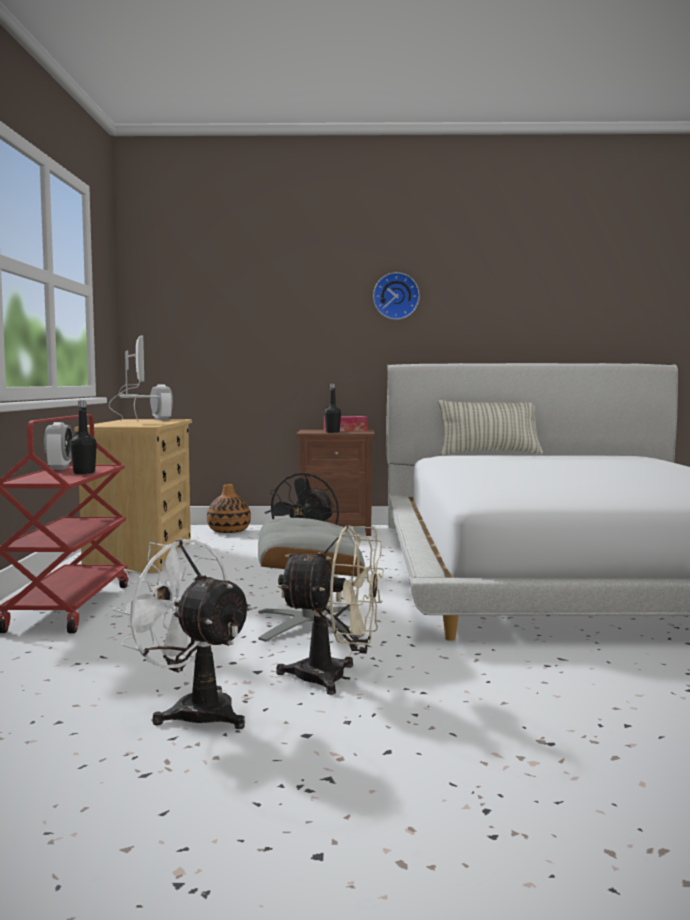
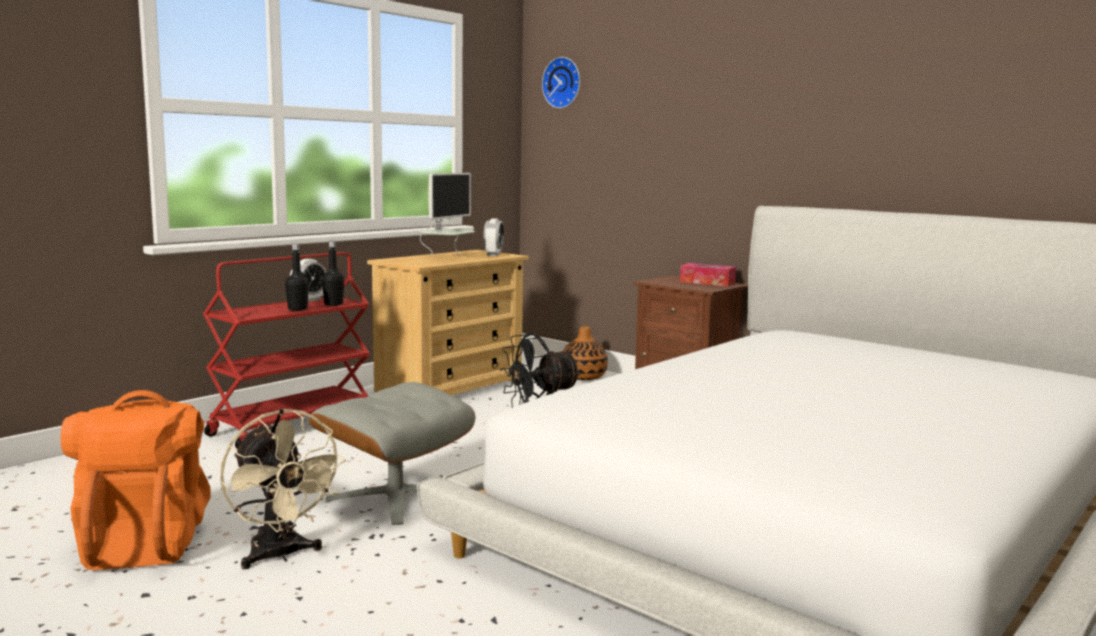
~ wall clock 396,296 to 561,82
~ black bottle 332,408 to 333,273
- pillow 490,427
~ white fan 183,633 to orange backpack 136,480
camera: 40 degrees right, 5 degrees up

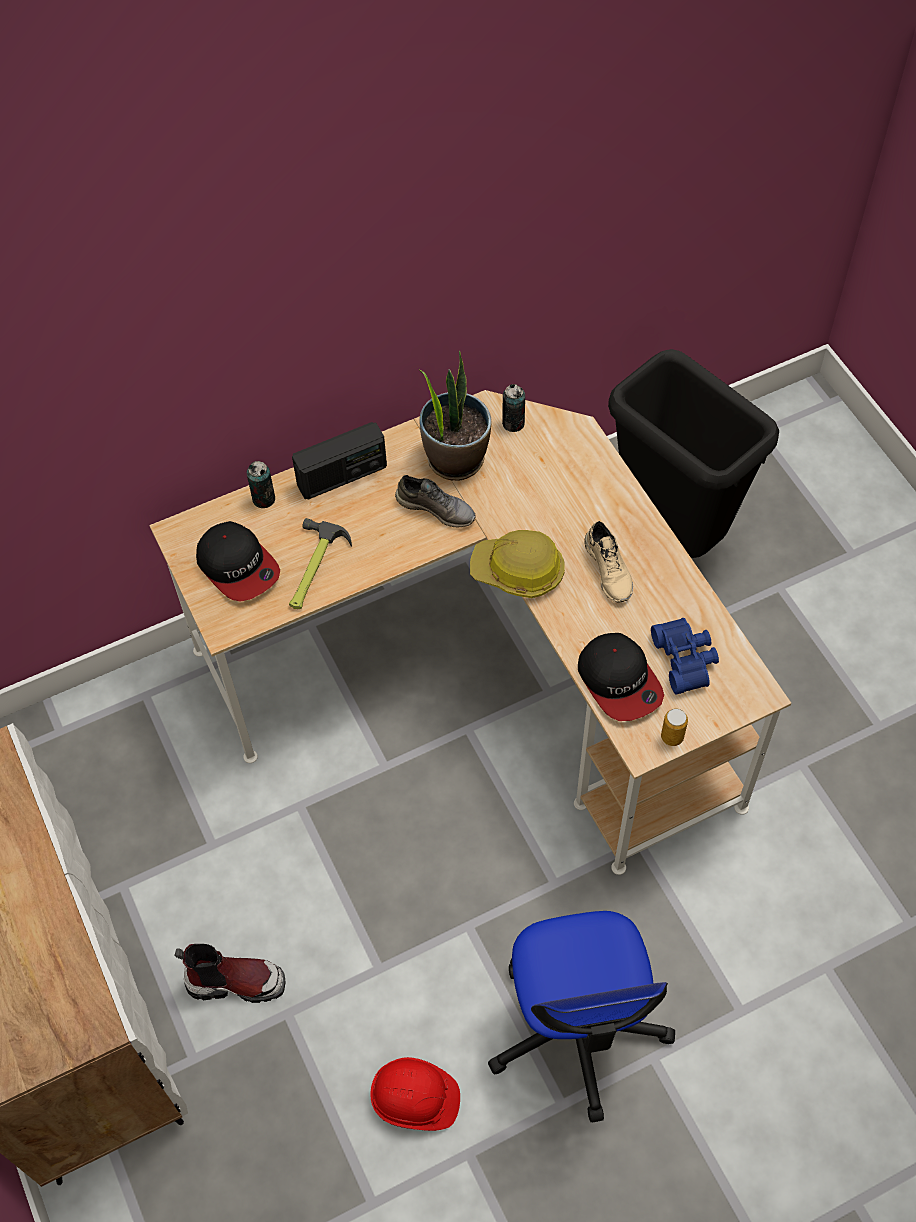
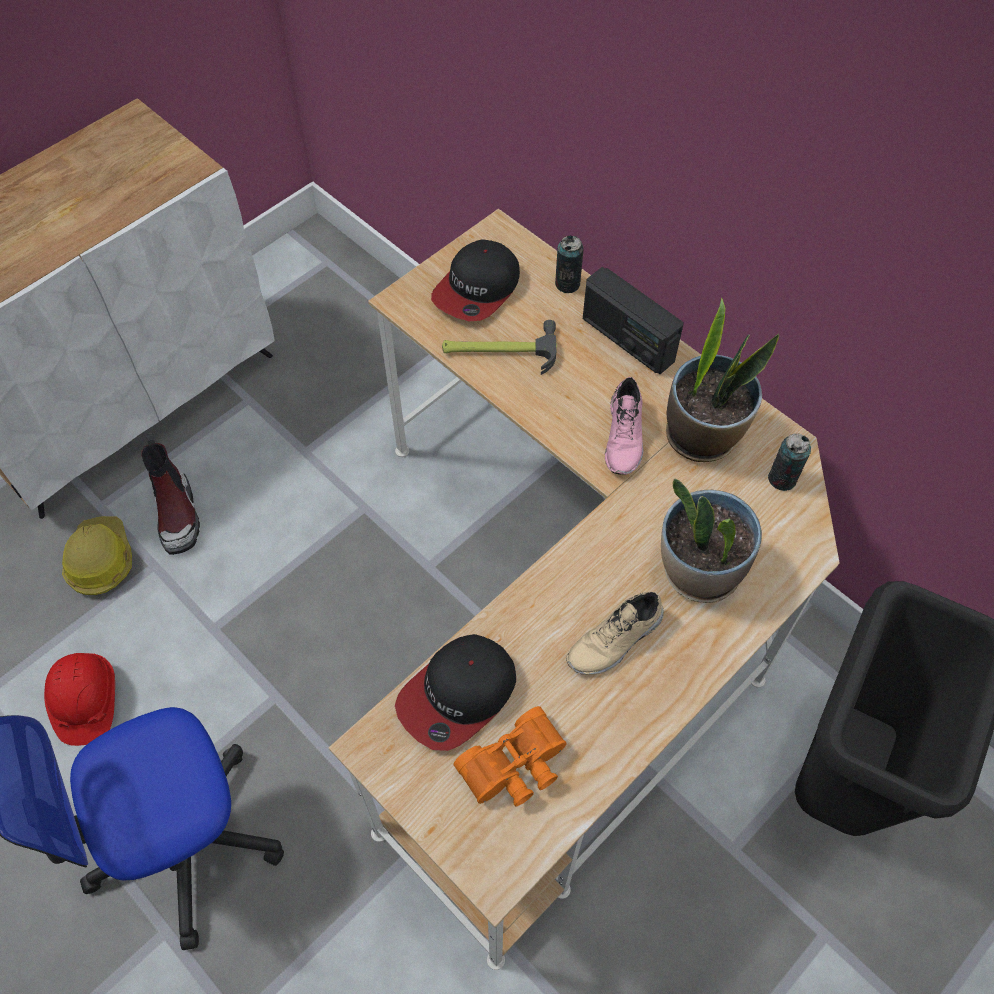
~ grey shoe 435,501 to pink shoe 624,426
~ hard hat 517,564 to 97,555
~ blue binoculars 685,656 to orange binoculars 510,756
- can 674,727
+ potted plant 711,541
camera: 70 degrees right, 0 degrees up

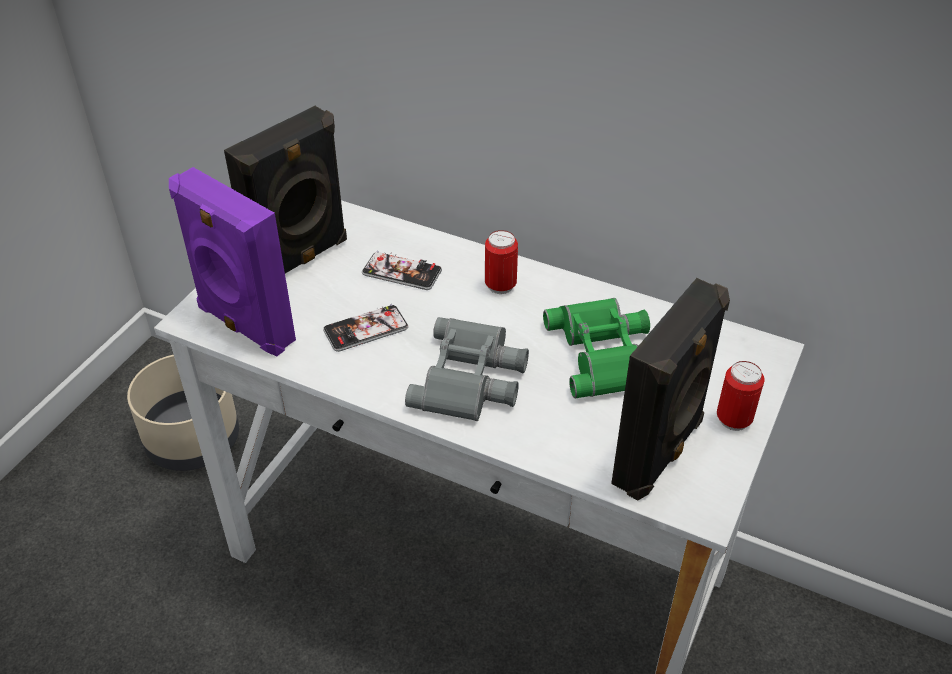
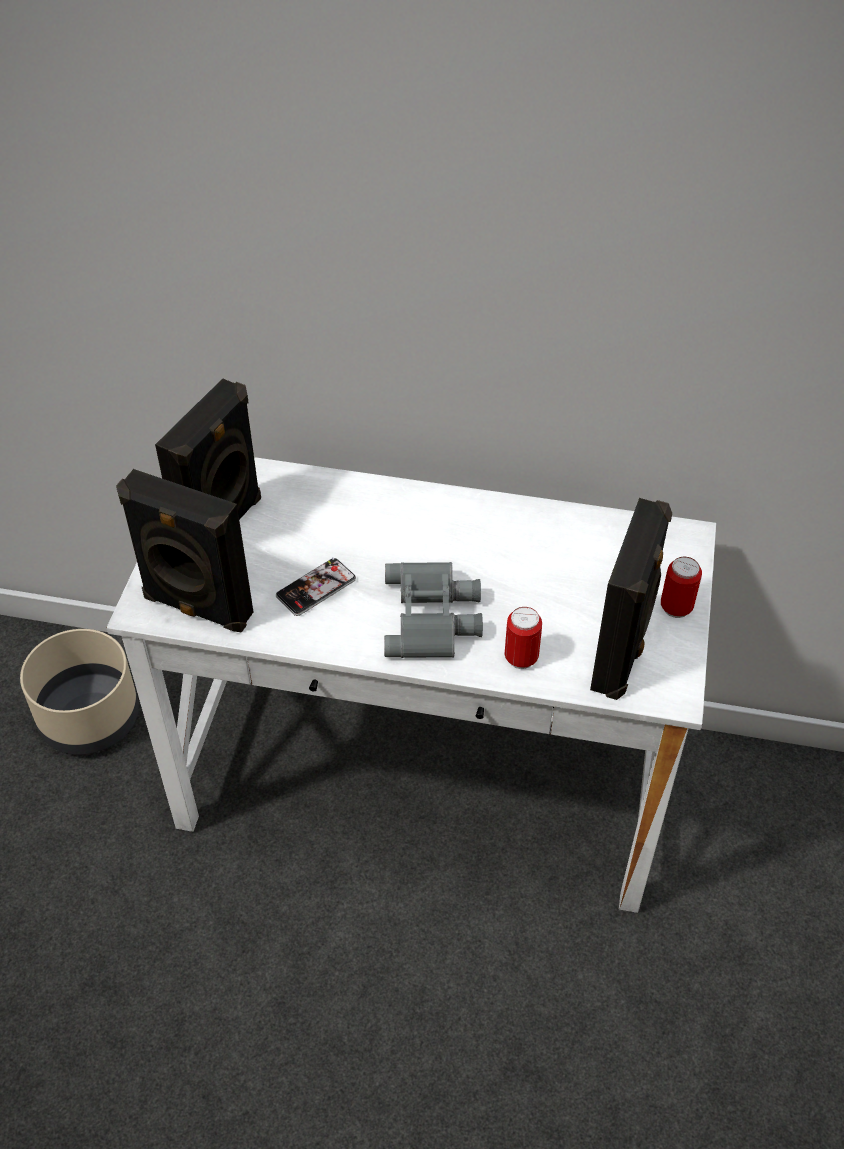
~ purple speaker 232,261 to black speaker 184,551
~ can 501,262 to 523,638
- phone 402,270
- green binoculars 596,348
camera: 15 degrees left, 5 degrees up

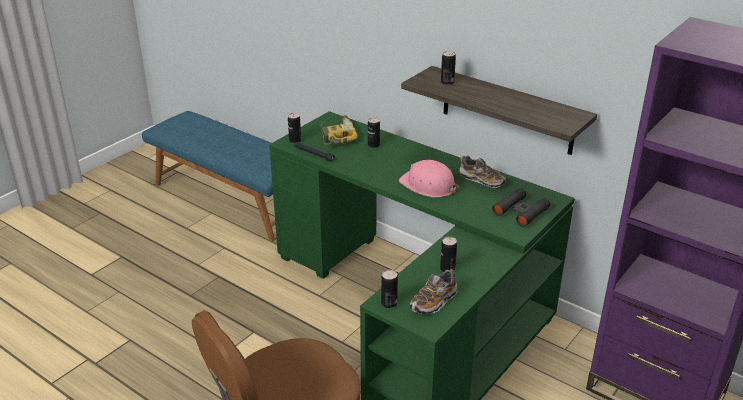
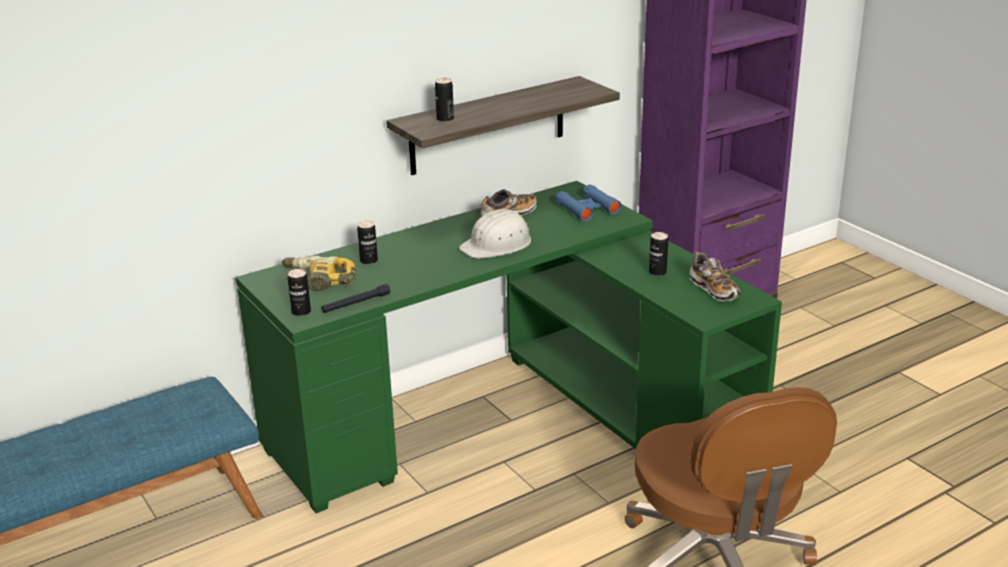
~ pink hard hat 429,179 to white hard hat 495,233
~ black binoculars 521,207 to blue binoculars 588,203
- can 389,289
camera: 70 degrees left, 5 degrees down

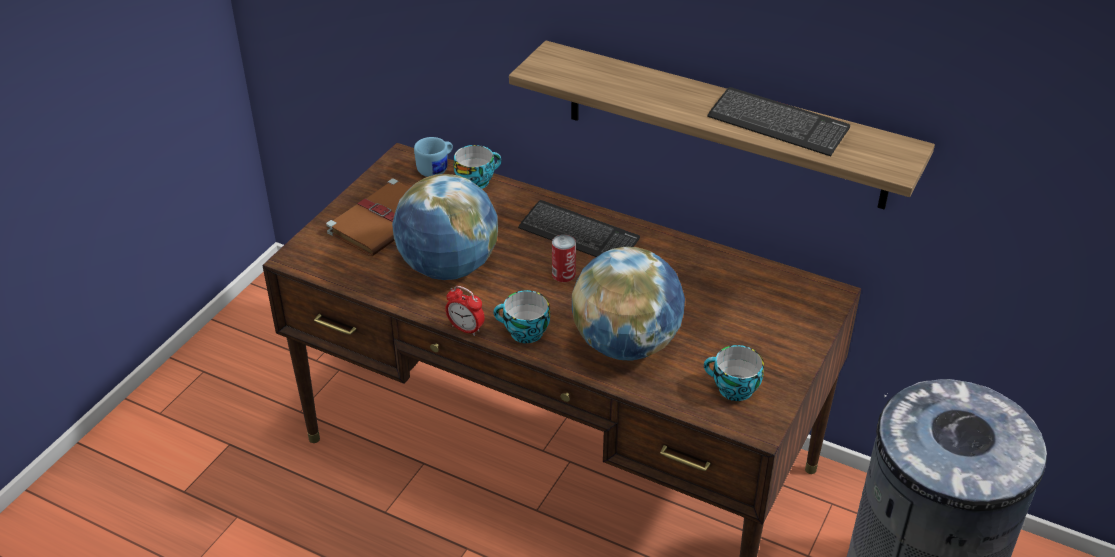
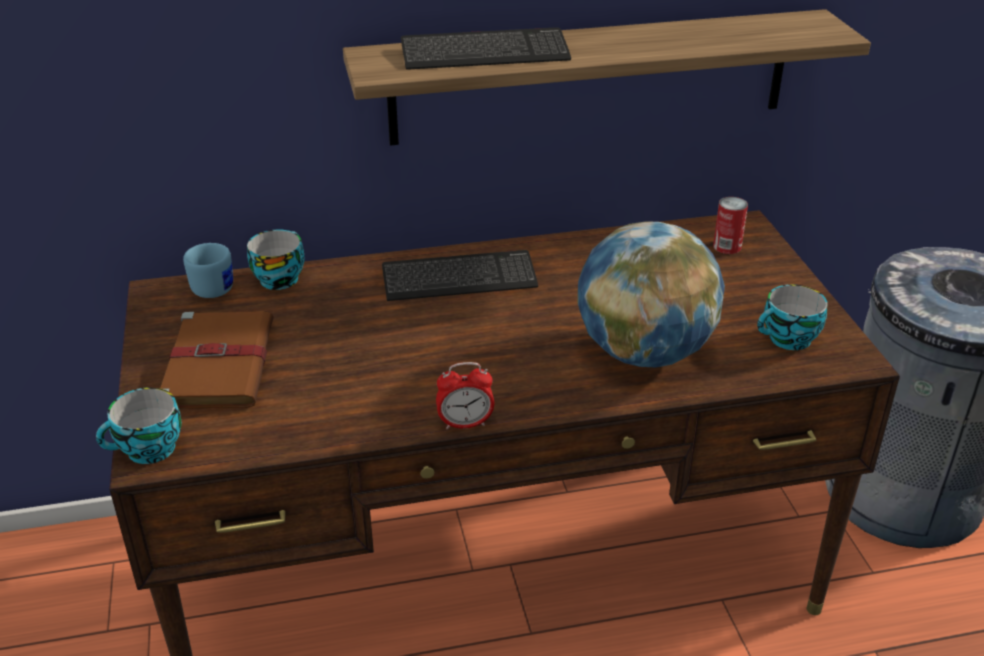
~ keyboard 778,121 to 486,48
- globe 445,227
~ can 564,258 to 730,225
~ cup 521,316 to 139,425
camera: 40 degrees left, 5 degrees down

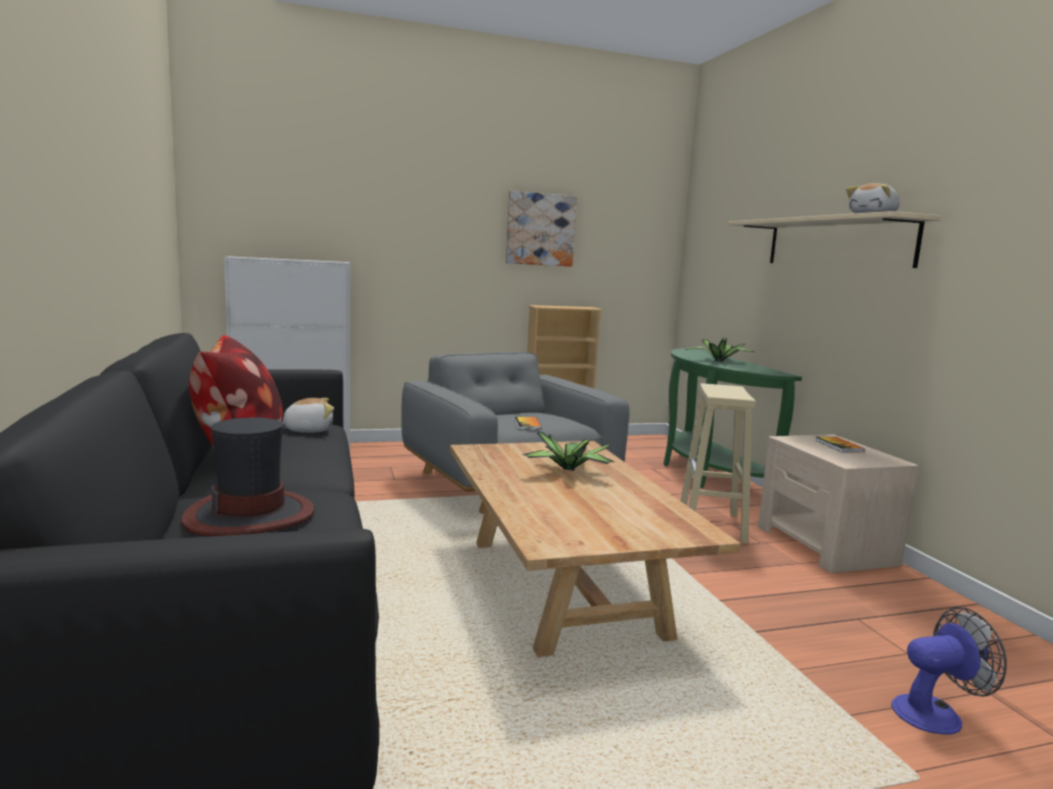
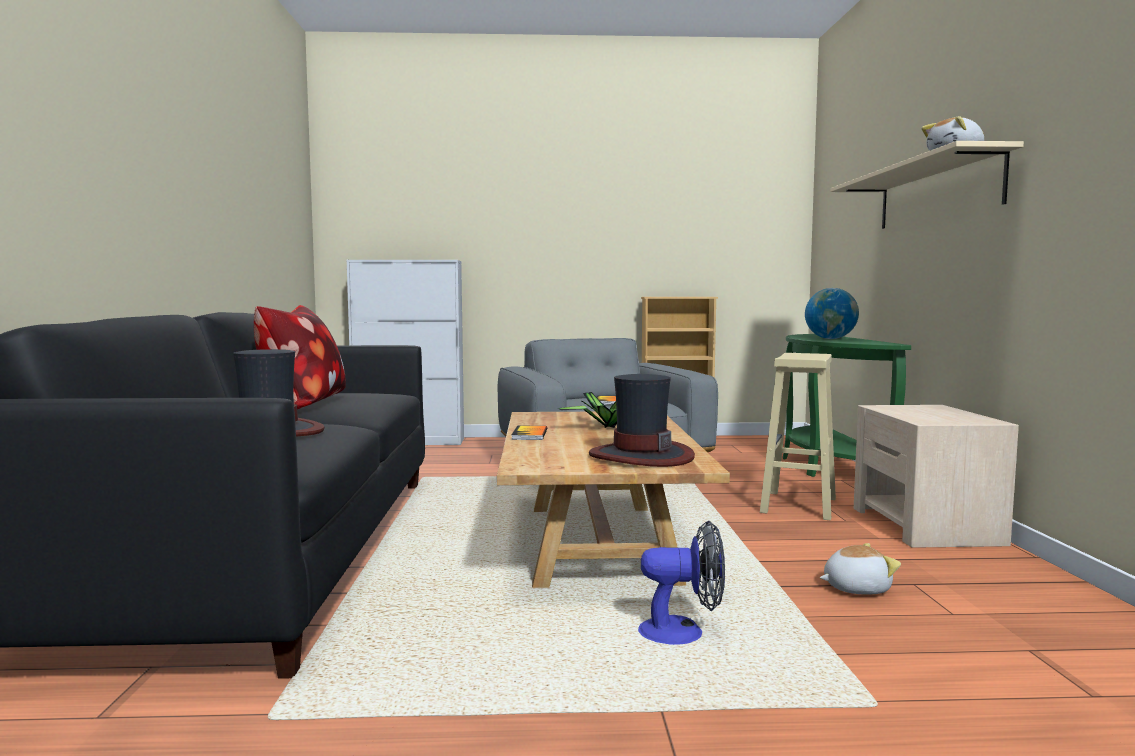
- picture 541,229
~ potted plant 721,350 to globe 832,313
~ plush toy 308,415 to 860,569
~ book 840,444 to 529,433
~ fan 949,670 to 681,583
+ hat 642,420
camera: 15 degrees right, 5 degrees down

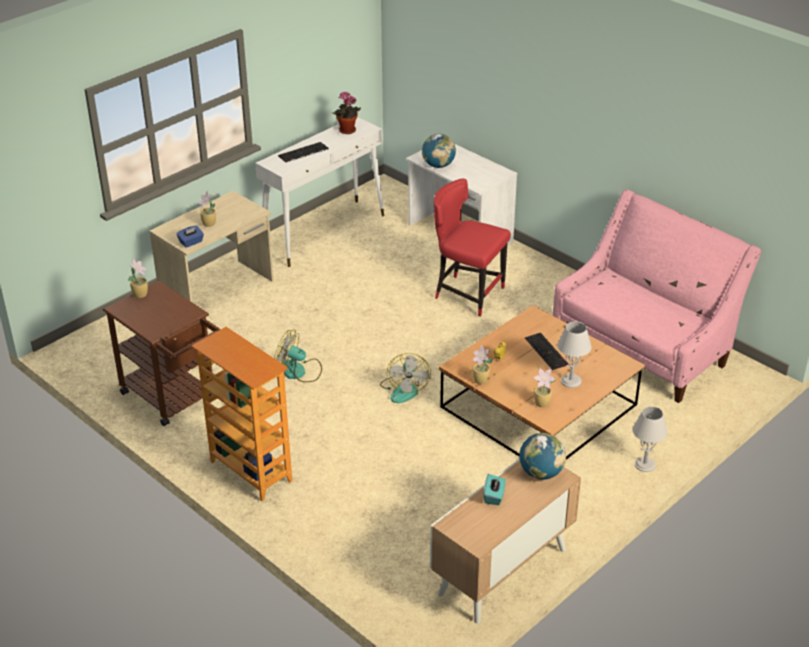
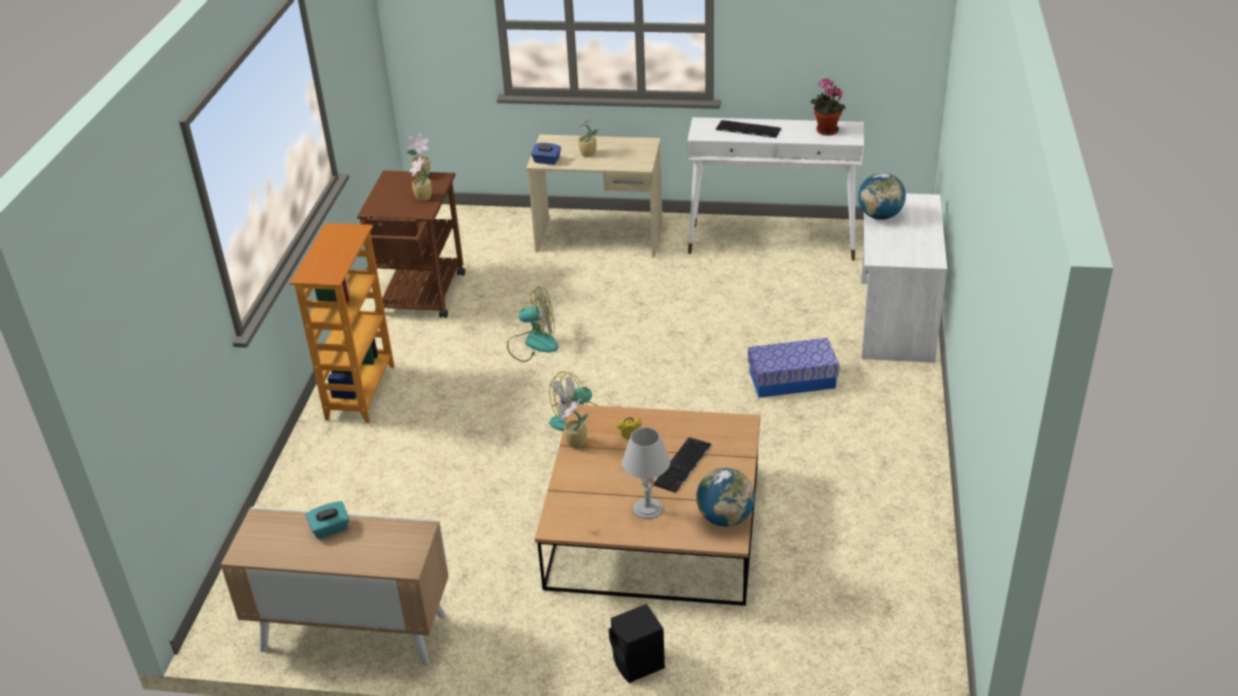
~ red chair 472,247 to storage box 794,368
- pink sofa 657,296
~ fan 298,356 = 533,324 105 degrees clockwise
~ potted plant 544,387 to 420,178
~ grey table lamp 650,439 to black speaker 637,643
~ globe 542,456 to 725,497
camera: 55 degrees right, 0 degrees up

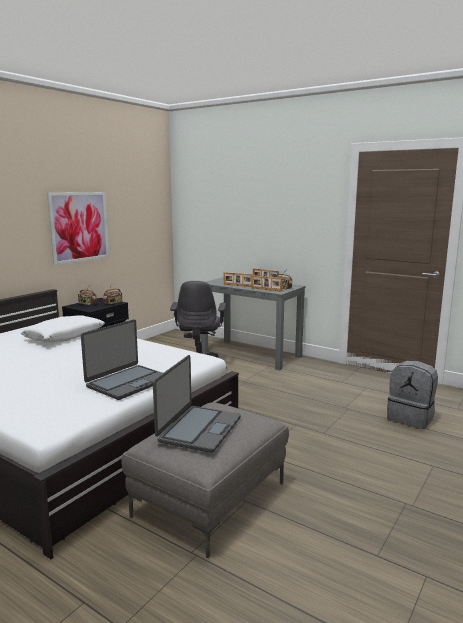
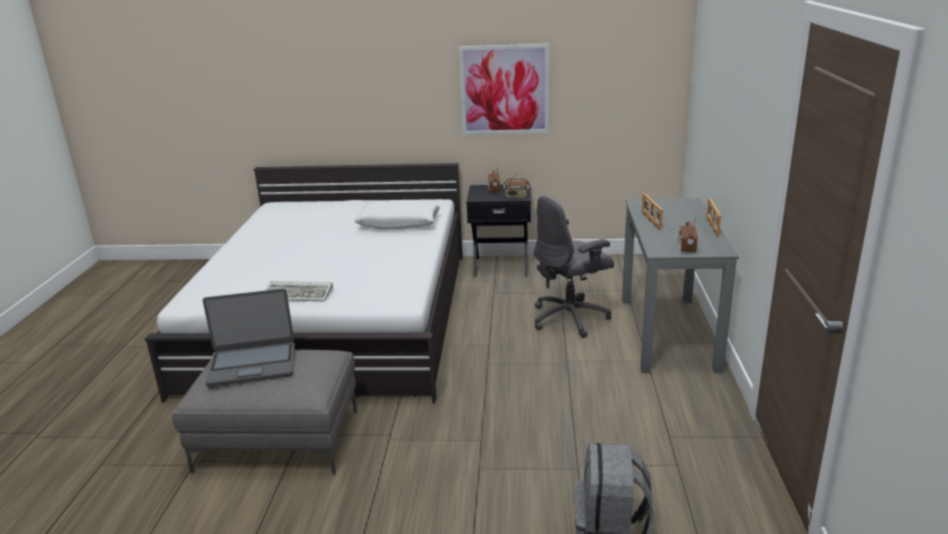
- picture frame 267,283
~ laptop 121,359 to keyboard 299,291
camera: 60 degrees right, 10 degrees up

